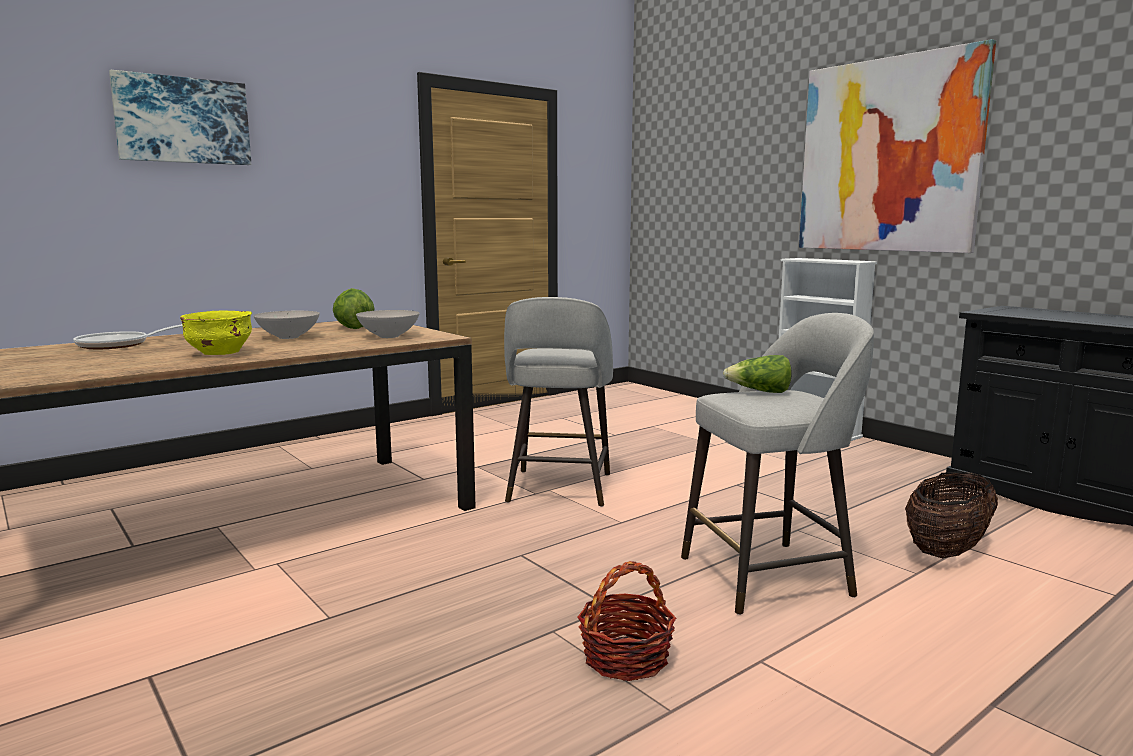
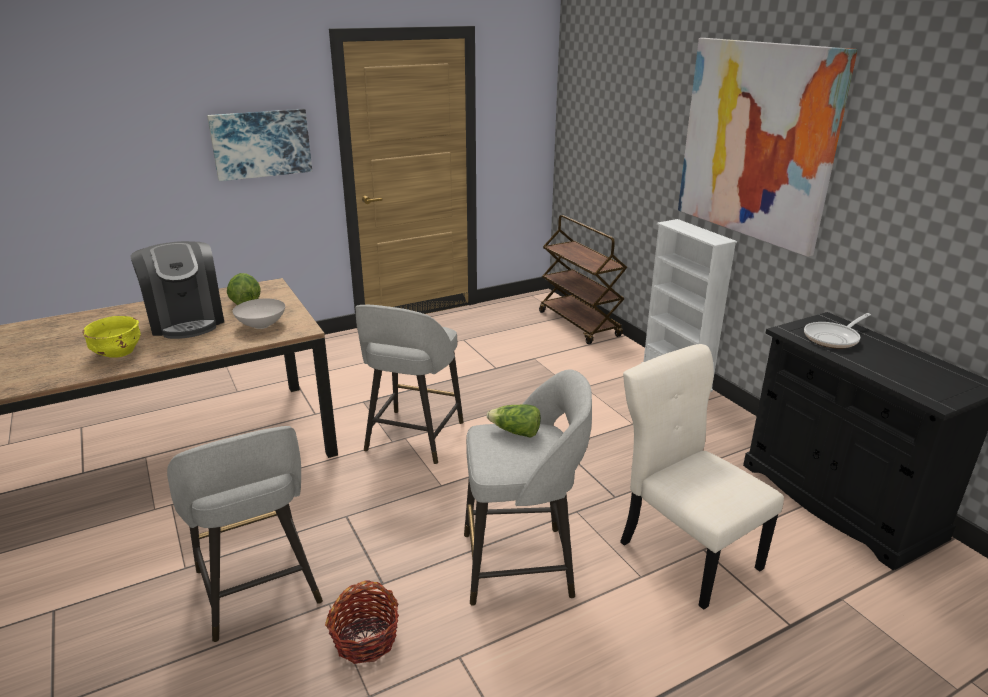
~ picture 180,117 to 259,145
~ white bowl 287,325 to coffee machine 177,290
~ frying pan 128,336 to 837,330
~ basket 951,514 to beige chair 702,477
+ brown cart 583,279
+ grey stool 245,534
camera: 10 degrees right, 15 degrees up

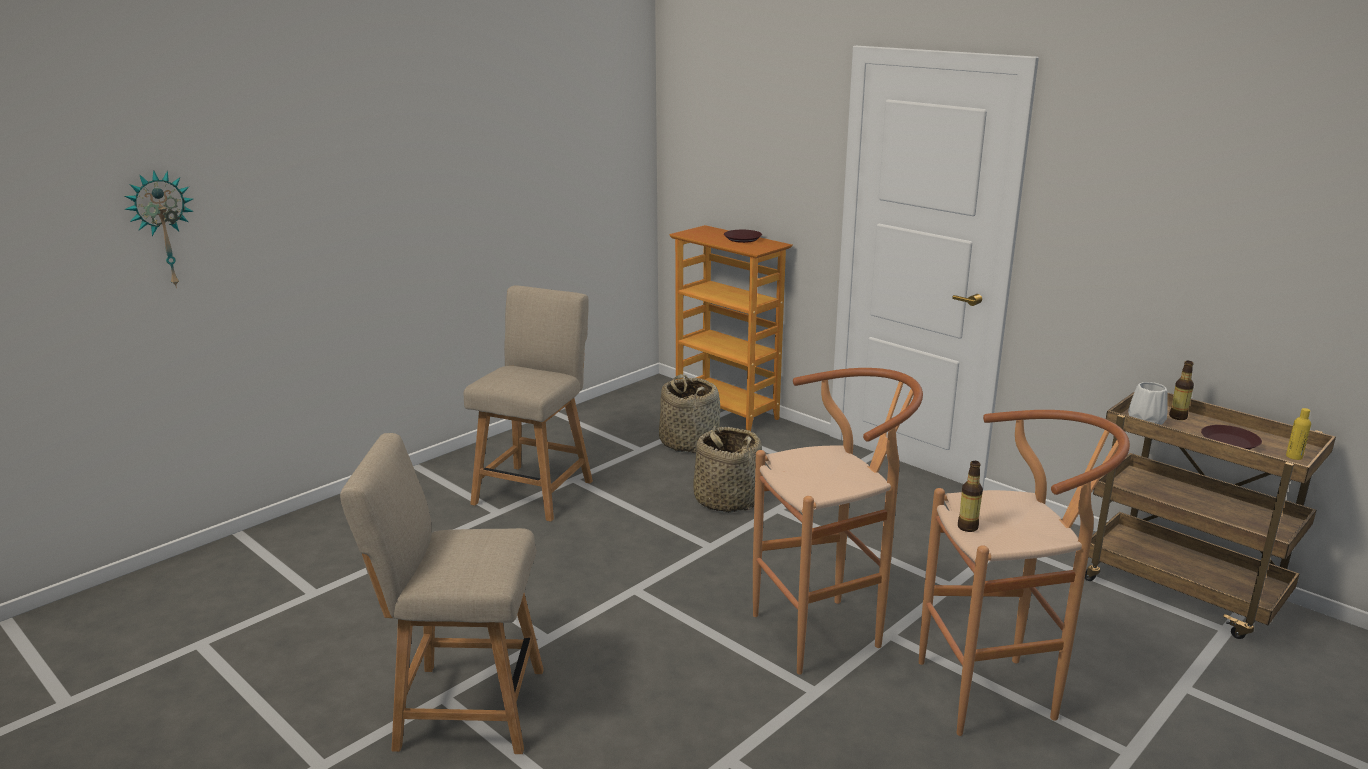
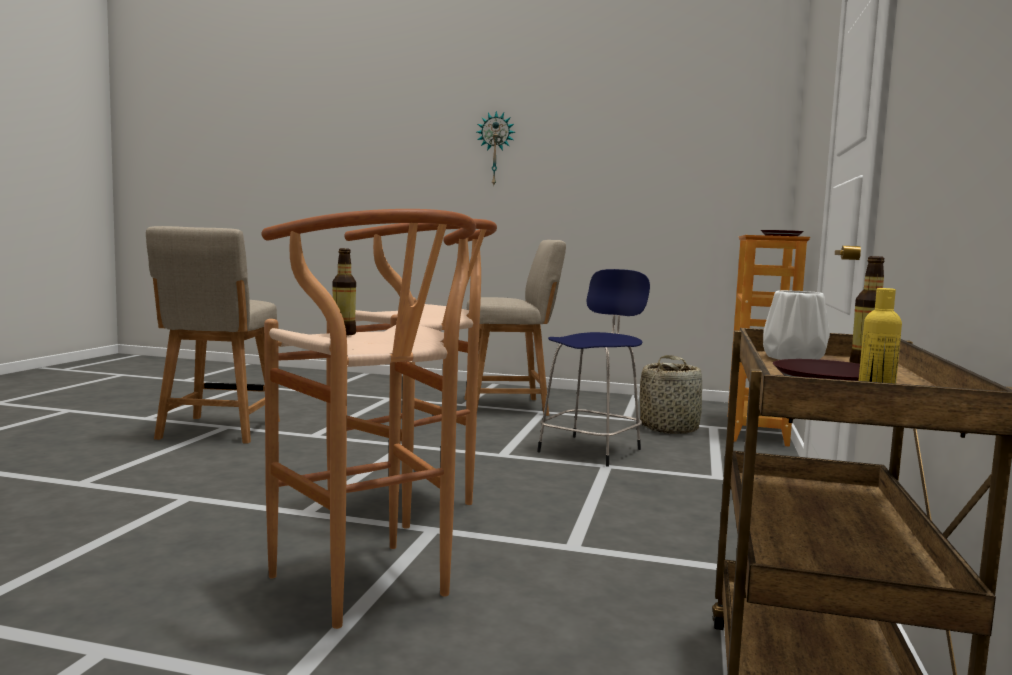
~ wall clock 159,229 to 496,148
~ basket 727,469 to blue stool 593,368
~ beige chair 442,593 = 213,335 150 degrees counterclockwise
camera: 60 degrees right, 15 degrees down

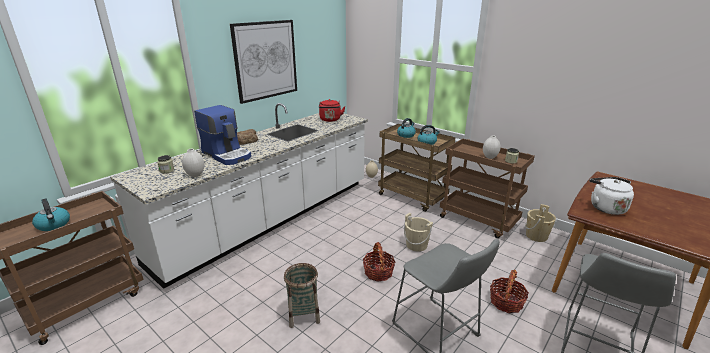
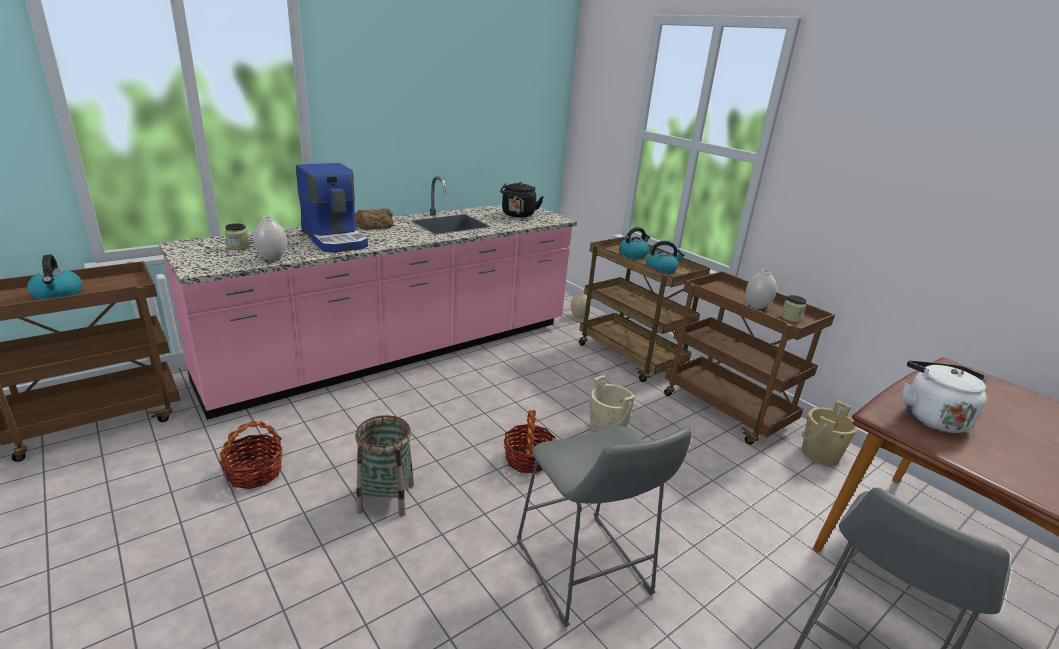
- picture 263,62
~ red kettle 332,110 to black kettle 521,200
~ white counter 239,196 to pink counter 368,298
~ basket 509,291 to 251,455
camera: 10 degrees right, 0 degrees up

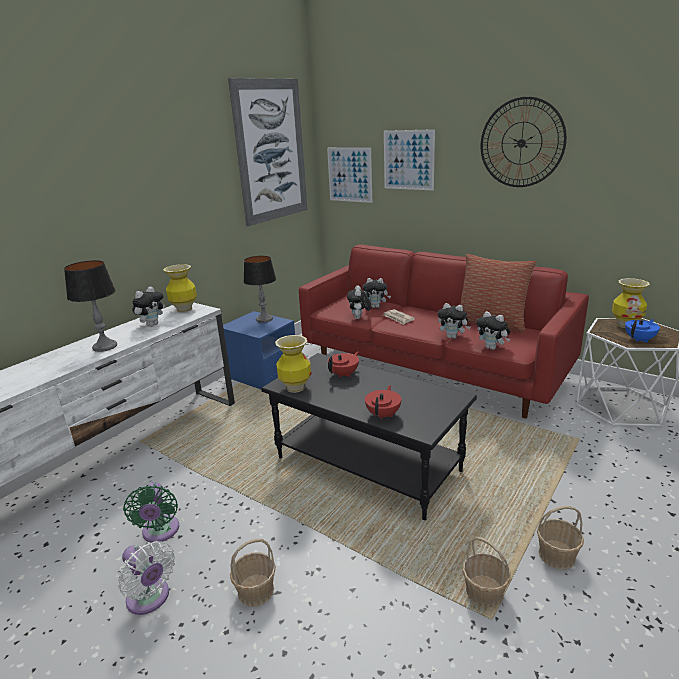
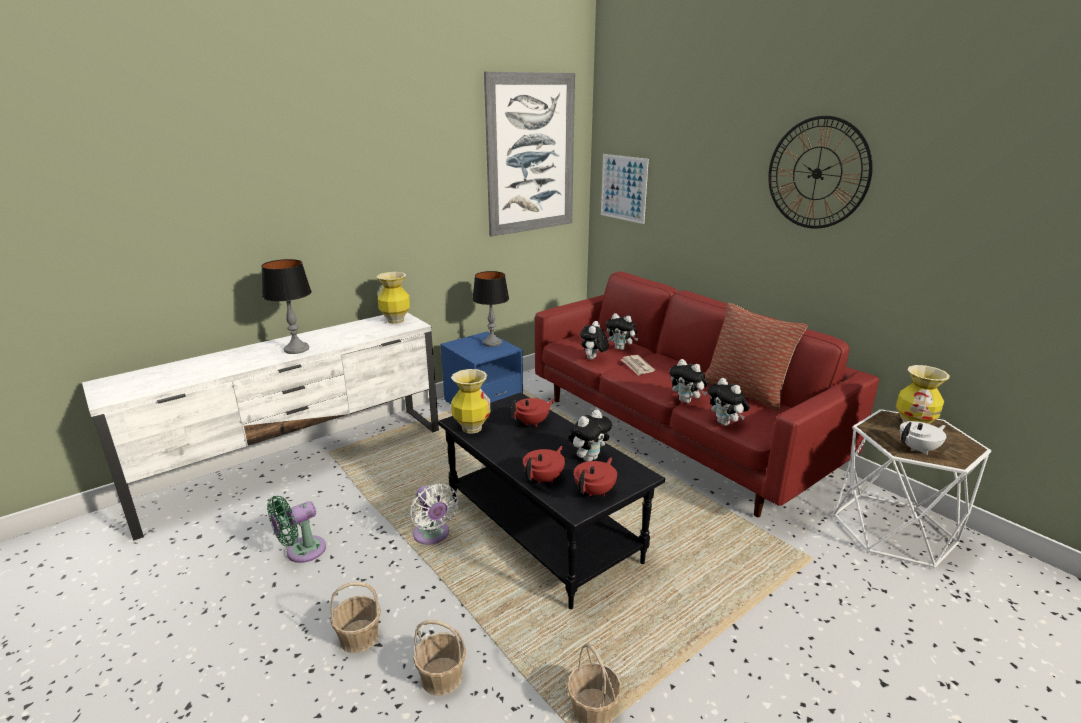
- picture 409,159
~ plush toy 148,307 to 590,436
~ blue teapot 642,331 to white teapot 923,438
~ green fan 151,512 = 296,529 45 degrees clockwise
~ basket 560,537 to 439,658
~ white fan 146,578 to 434,514
+ red teapot 595,477
camera: 15 degrees right, 0 degrees up

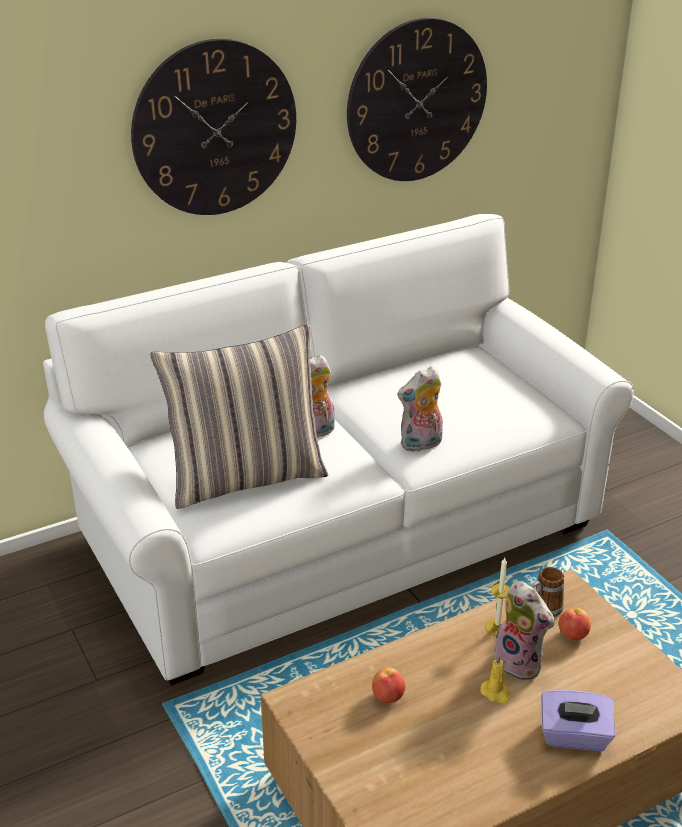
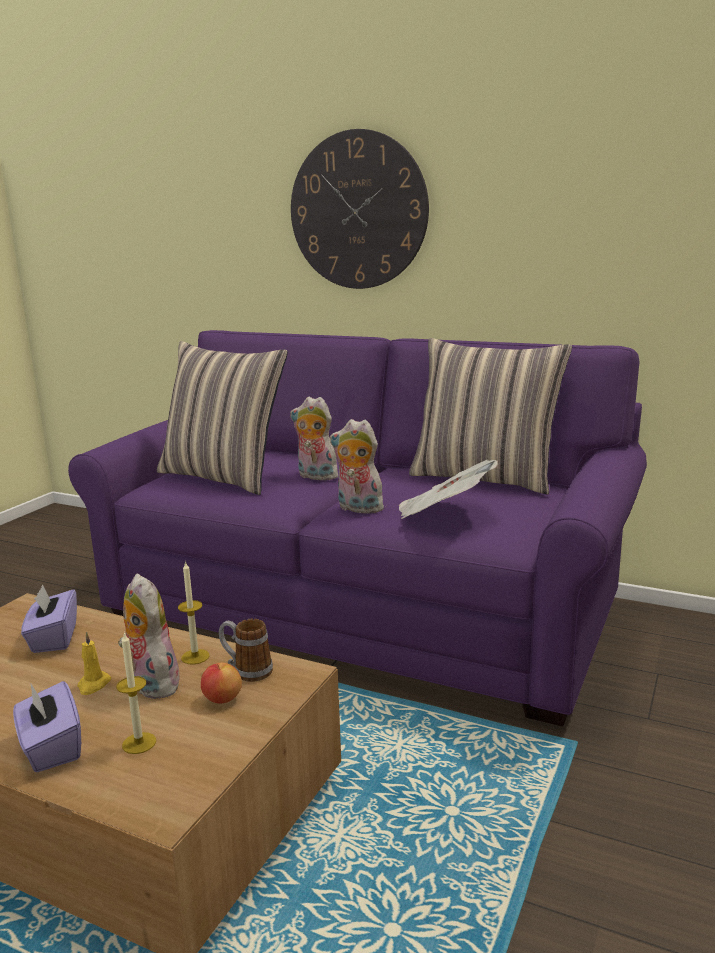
- wall clock 417,99
~ white sofa 338,450 to purple sofa 357,528
~ plush toy 523,631 = 149,636 135 degrees clockwise
~ apple 388,685 to purple tissue box 49,619
+ pillow 490,416
+ newspaper 448,489
+ candle 136,693
camera: 55 degrees right, 15 degrees down

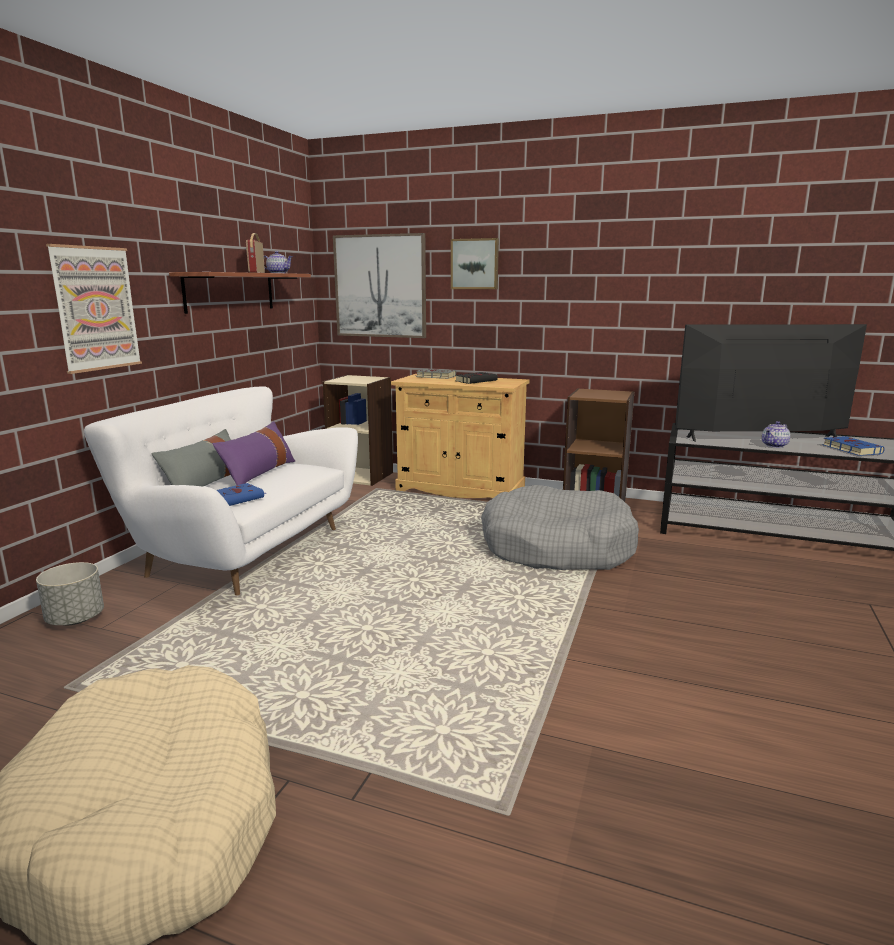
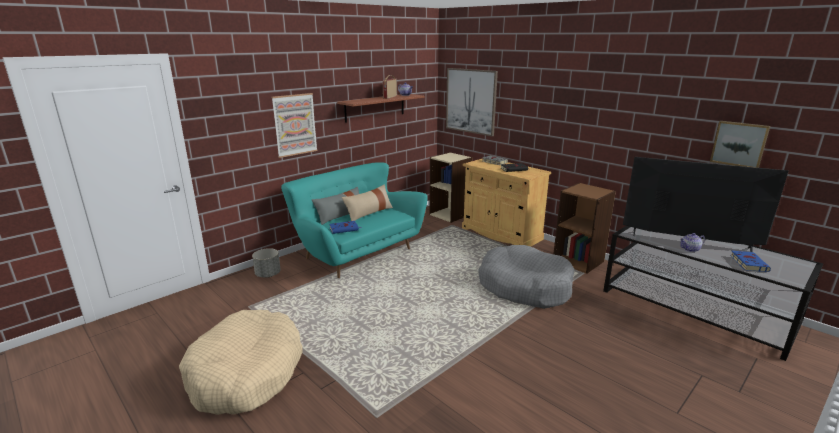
~ picture 475,263 to 740,144
~ white sofa 221,490 to turquoise sofa 354,220
~ purple pillow 253,453 to beige pillow 367,203
camera: 25 degrees right, 5 degrees up

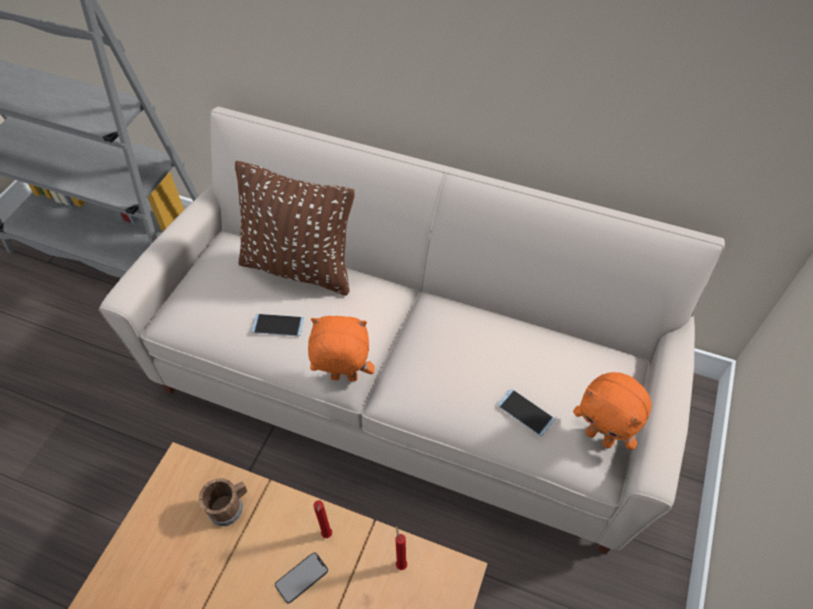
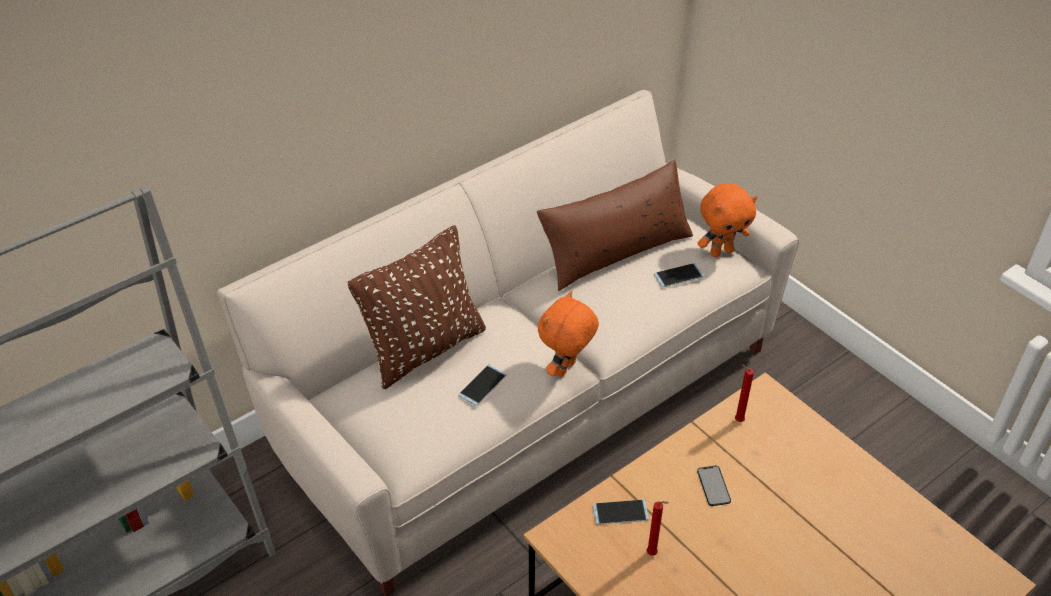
~ brown mug 222,502 to phone 621,512
~ red candle 322,519 to 658,528
+ brown pillow 615,225
camera: 60 degrees left, 10 degrees down

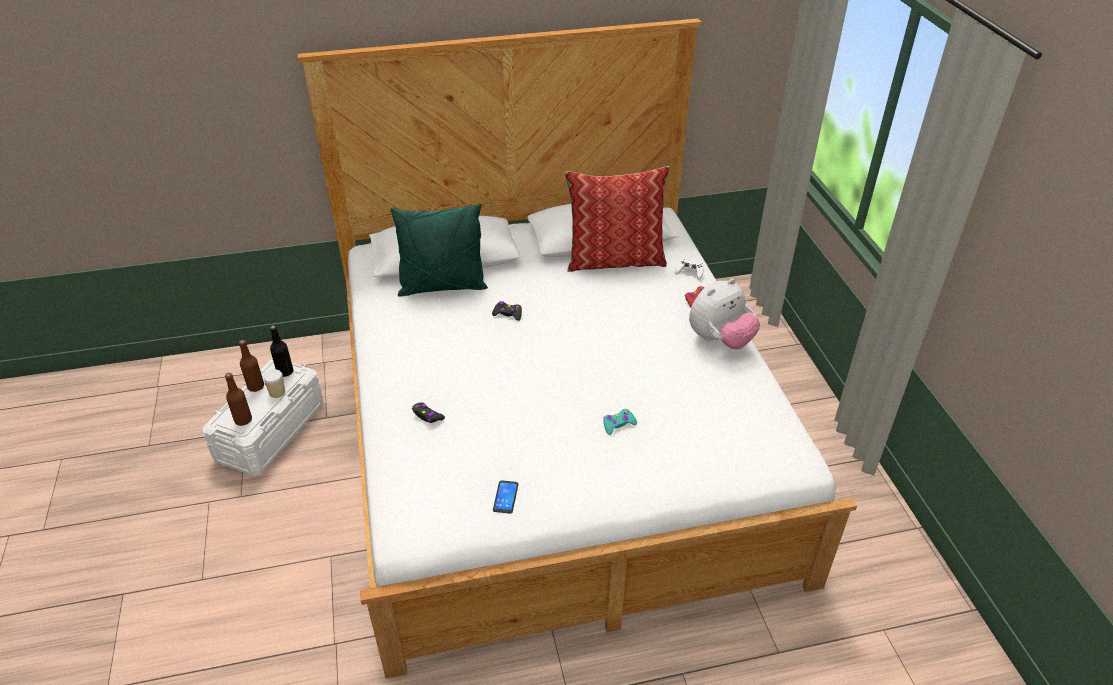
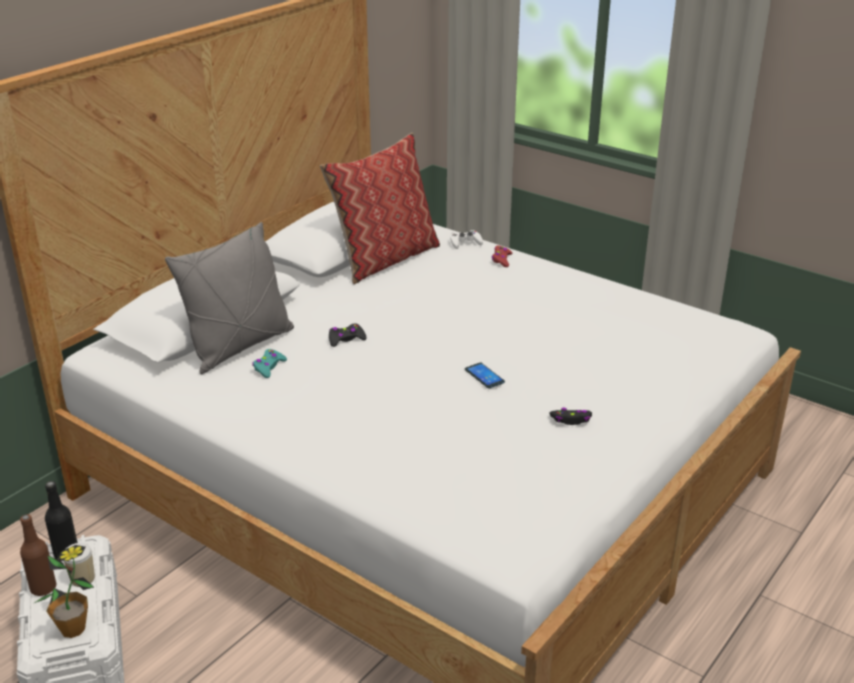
~ green pillow 439,250 to grey pillow 229,298
- plush toy 724,313
~ brown bottle 238,399 to potted plant 64,591
~ black game controller 428,412 to 570,416
~ turquoise game controller 620,422 to 269,363
~ phone 505,497 to 485,376
camera: 40 degrees left, 10 degrees down

